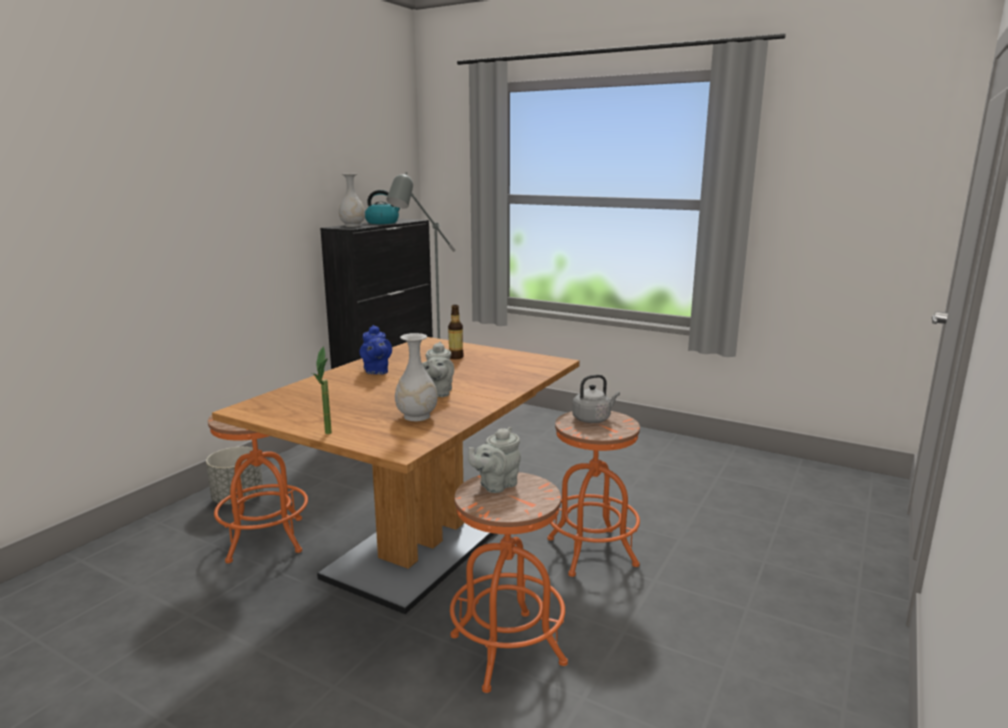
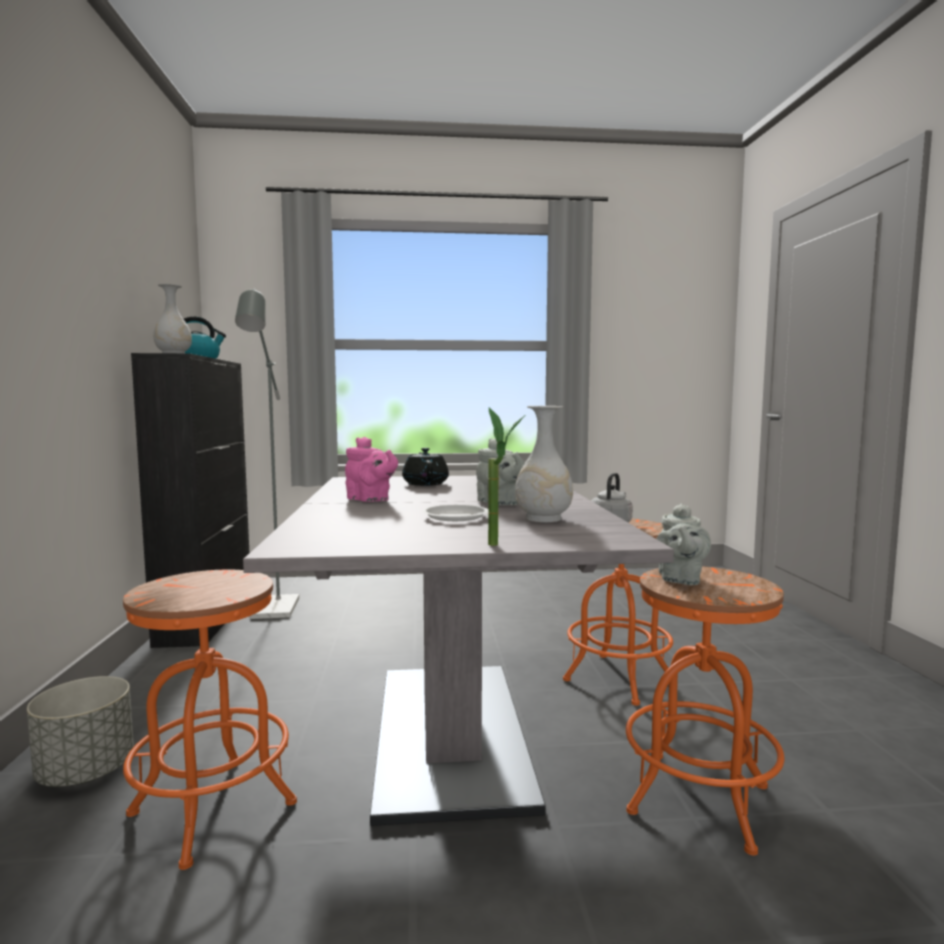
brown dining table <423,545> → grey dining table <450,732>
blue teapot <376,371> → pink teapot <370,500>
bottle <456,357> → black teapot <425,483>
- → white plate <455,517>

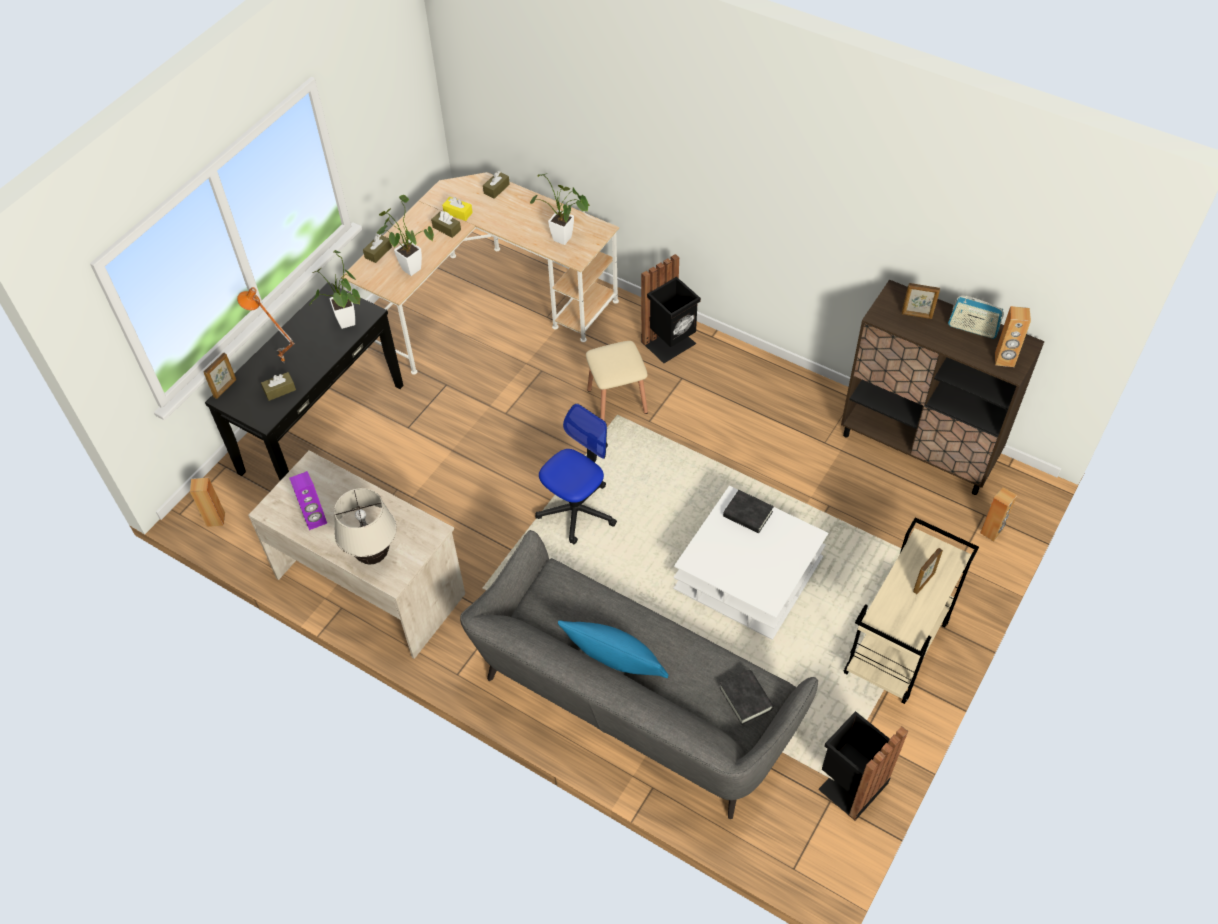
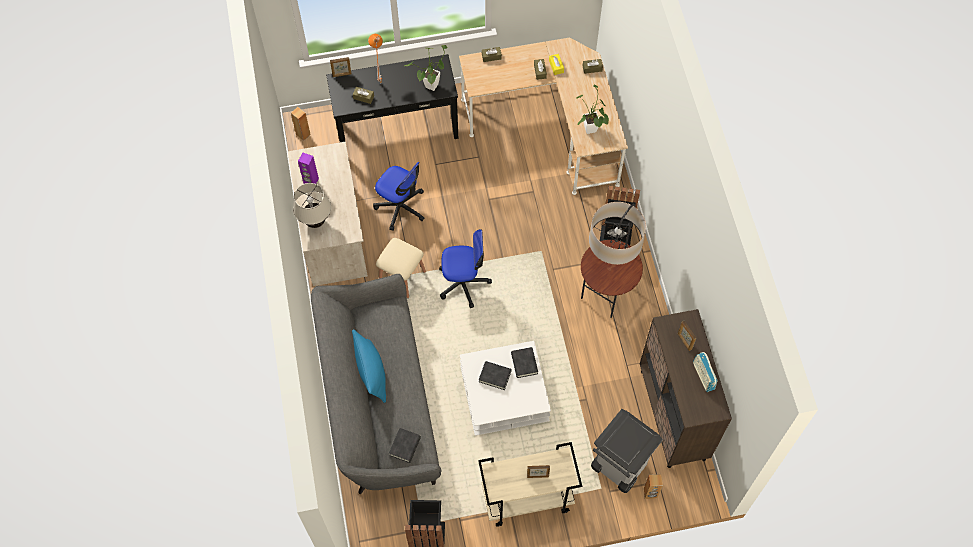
potted plant <408,267> → -
beige stool <617,401> → beige stool <402,277>, relocated
brown speaker <1004,360> → -
- → office chair <401,207>
- → black book <495,376>
- → floor lamp <606,294>
- → grey trash can <618,466>

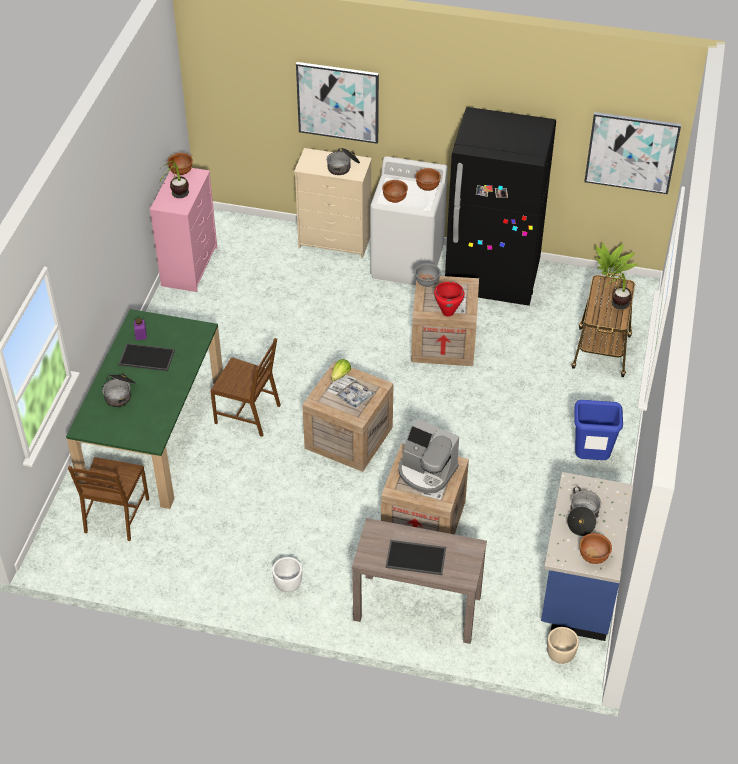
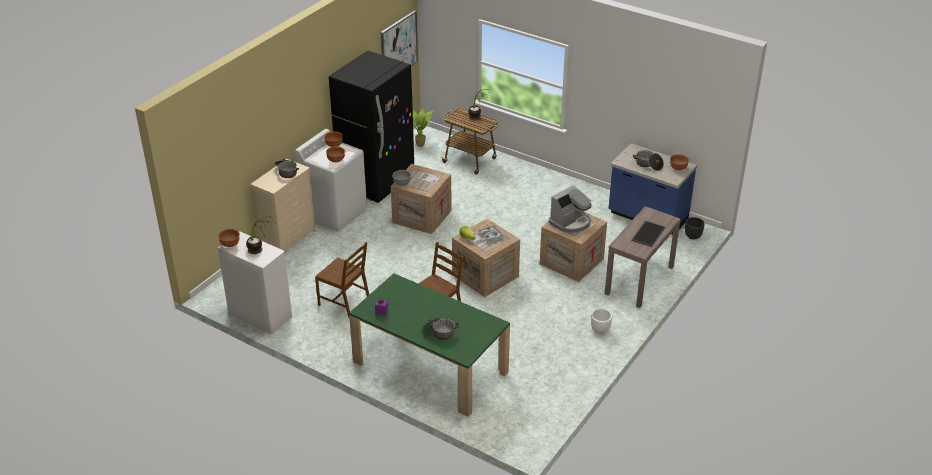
brown chair <116,516> → brown chair <345,302>, relocated
tray <146,358> → -
pink dresser <189,266> → white dresser <259,315>
picture <338,102> → -
red cooking pot <447,312> → -
beige planter <560,655> → black planter <693,236>
blue trash can <590,458> → -

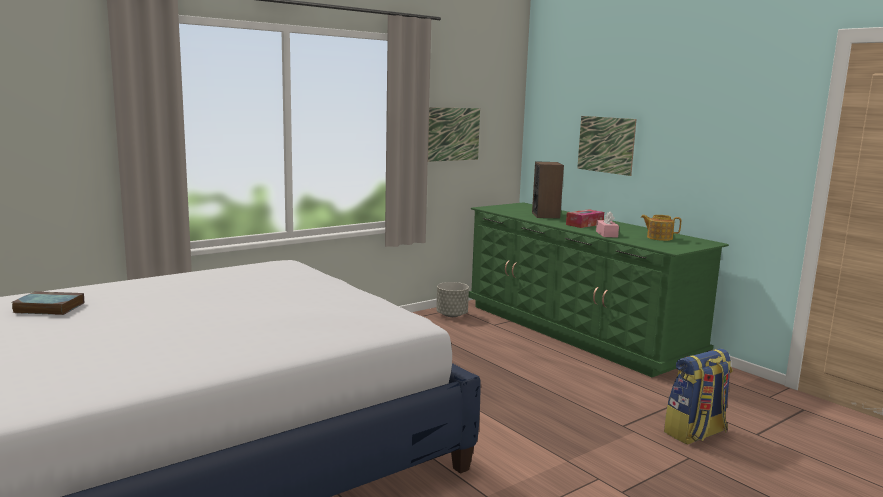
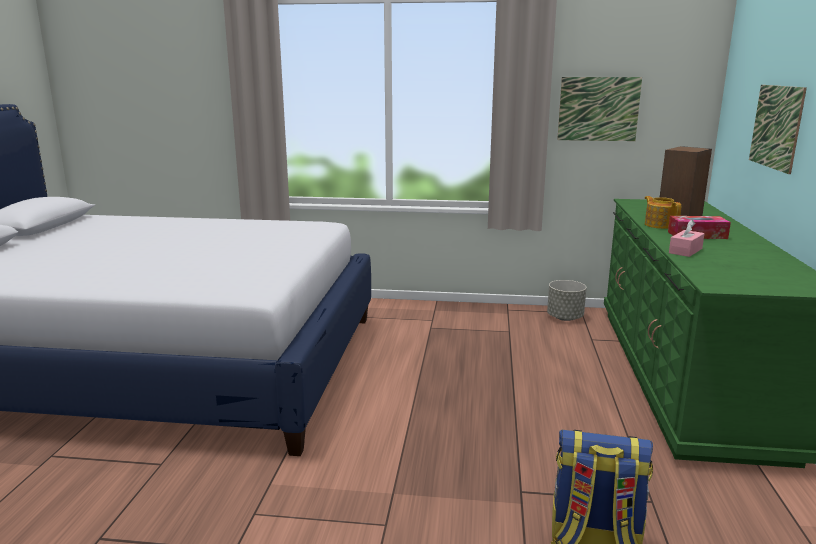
book <47,308> → -
teapot <659,238> → teapot <659,225>, relocated

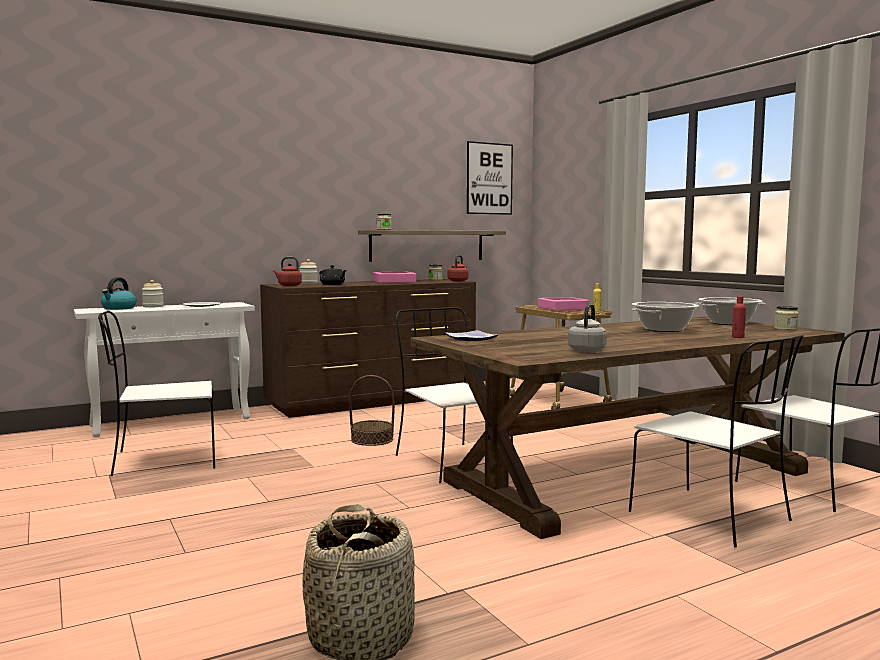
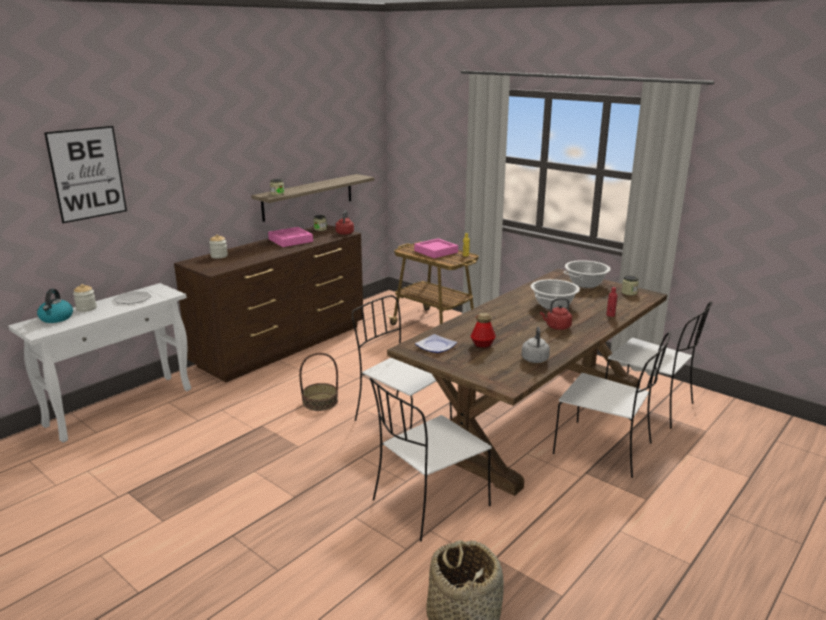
white chair <162,461> → white chair <428,504>, relocated
red kettle <288,285> → red kettle <556,327>, relocated
black teapot <333,284> → -
picture <489,178> → picture <87,173>, relocated
- → bottle <482,344>

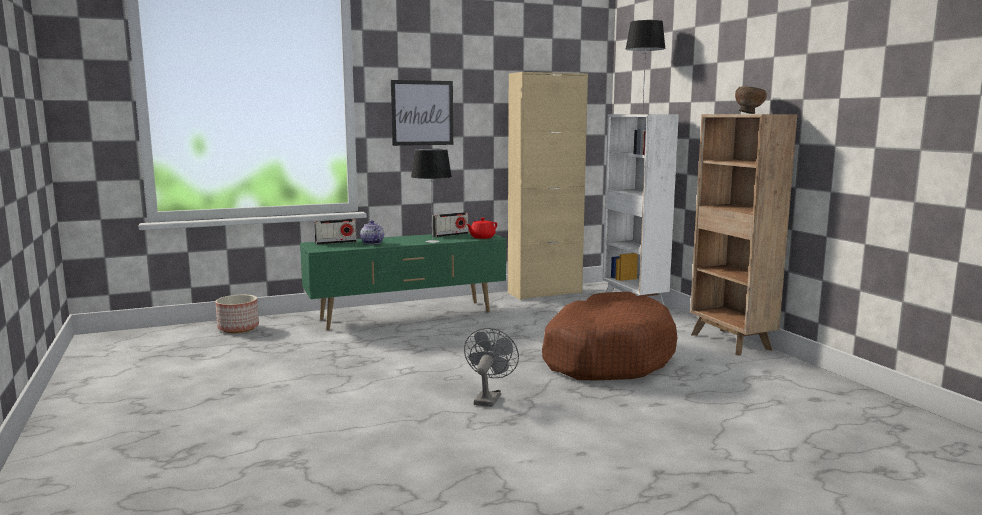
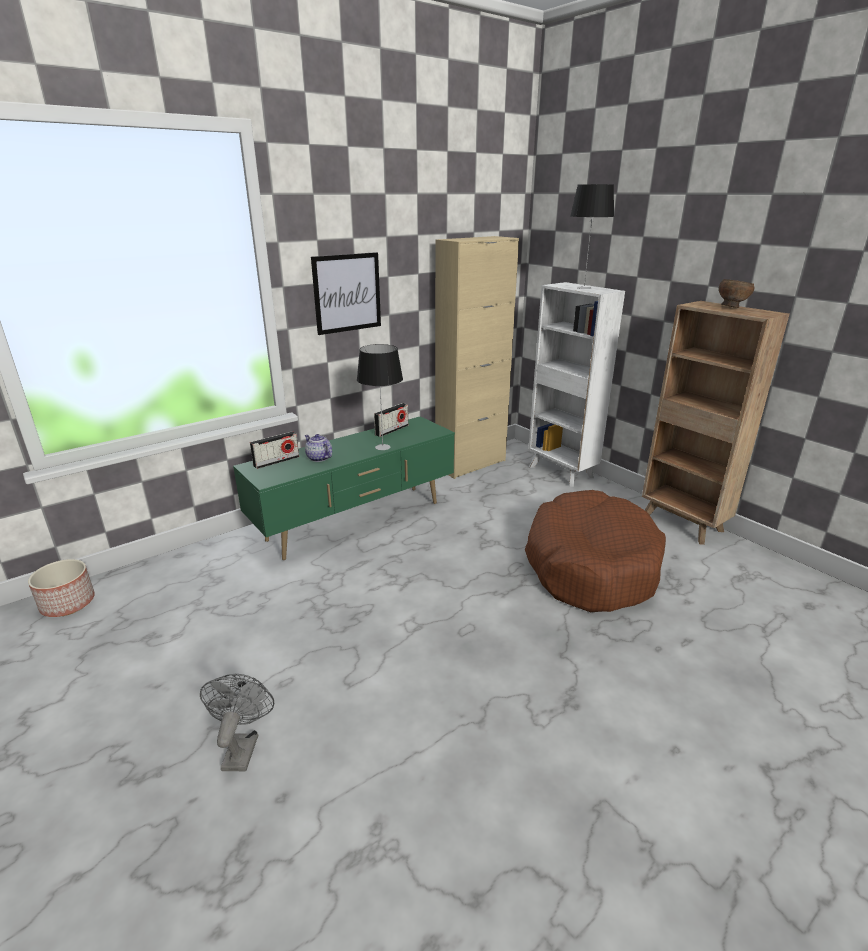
planter <238,328> → planter <68,604>, relocated
grey fan <488,398> → grey fan <242,746>, relocated
red teapot <482,237> → -

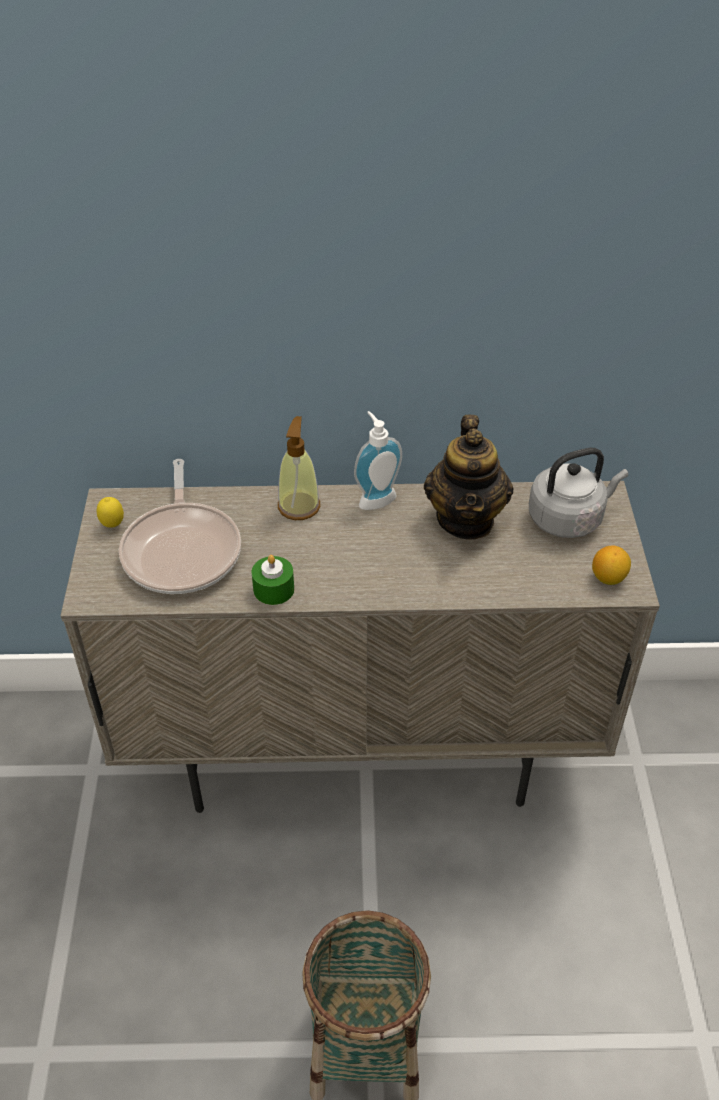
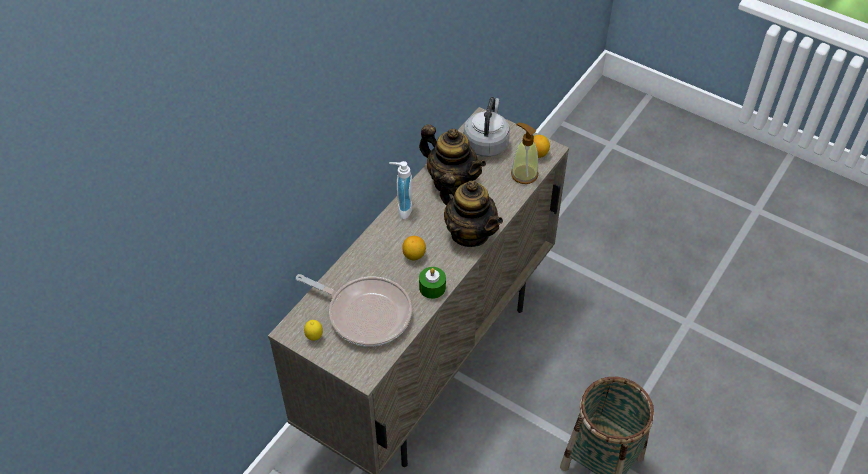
soap dispenser <299,506> → soap dispenser <524,174>, relocated
- → lemon <414,255>
- → teapot <469,233>

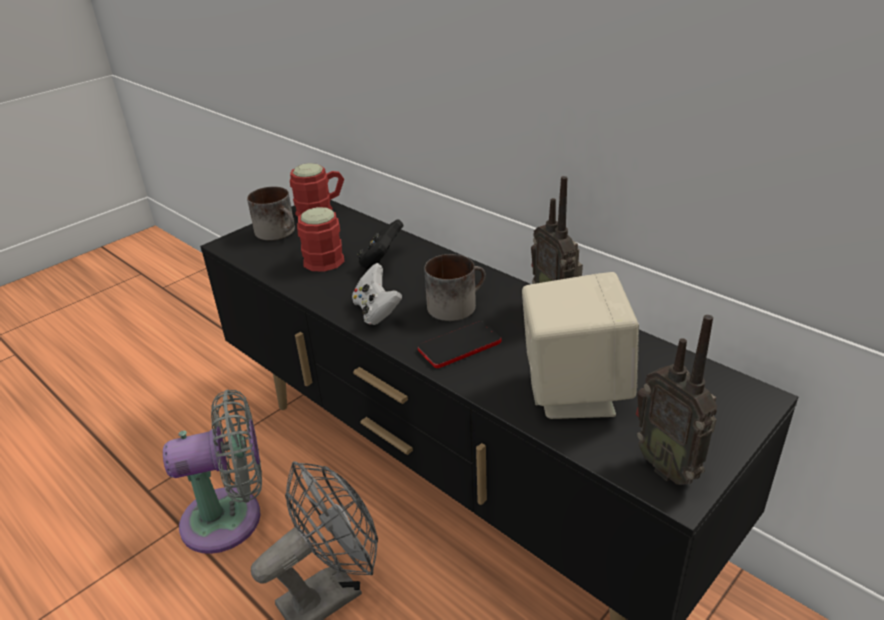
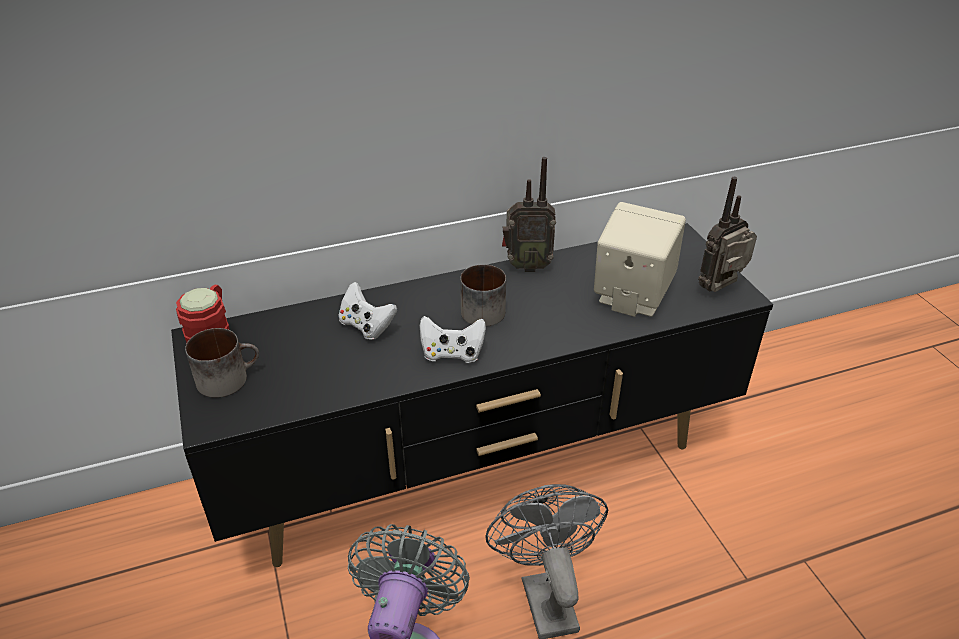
red mug <323,256> → -
black game controller <381,260> → white game controller <366,326>
phone <459,346> → -
radio <669,466> → radio <721,290>, 150 degrees clockwise

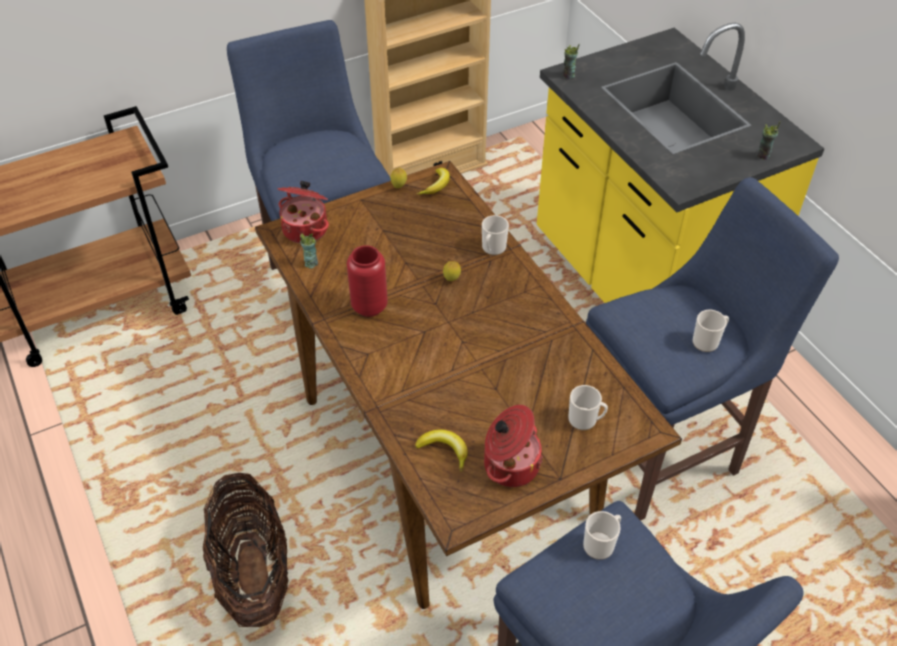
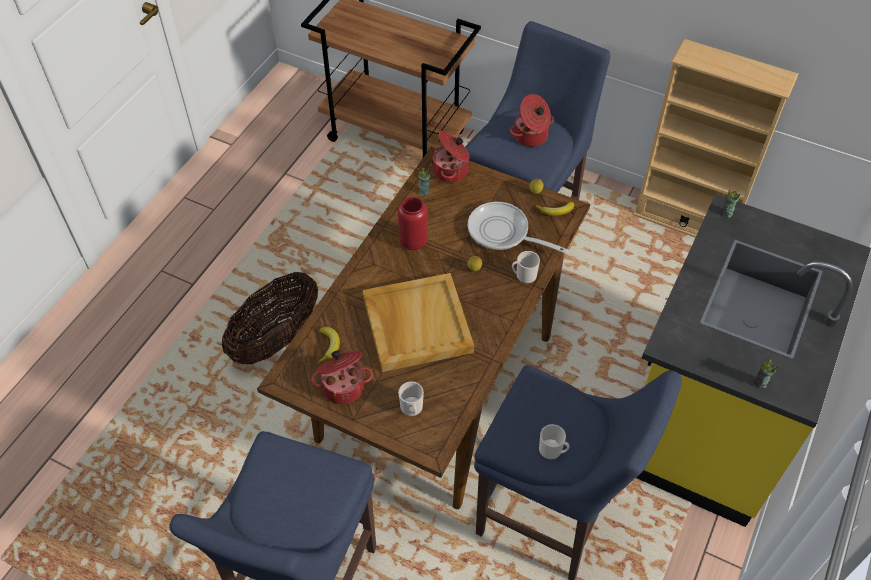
mug <601,544> → -
- → beige tray <416,324>
- → frying pan <503,233>
- → cooking pot <531,137>

